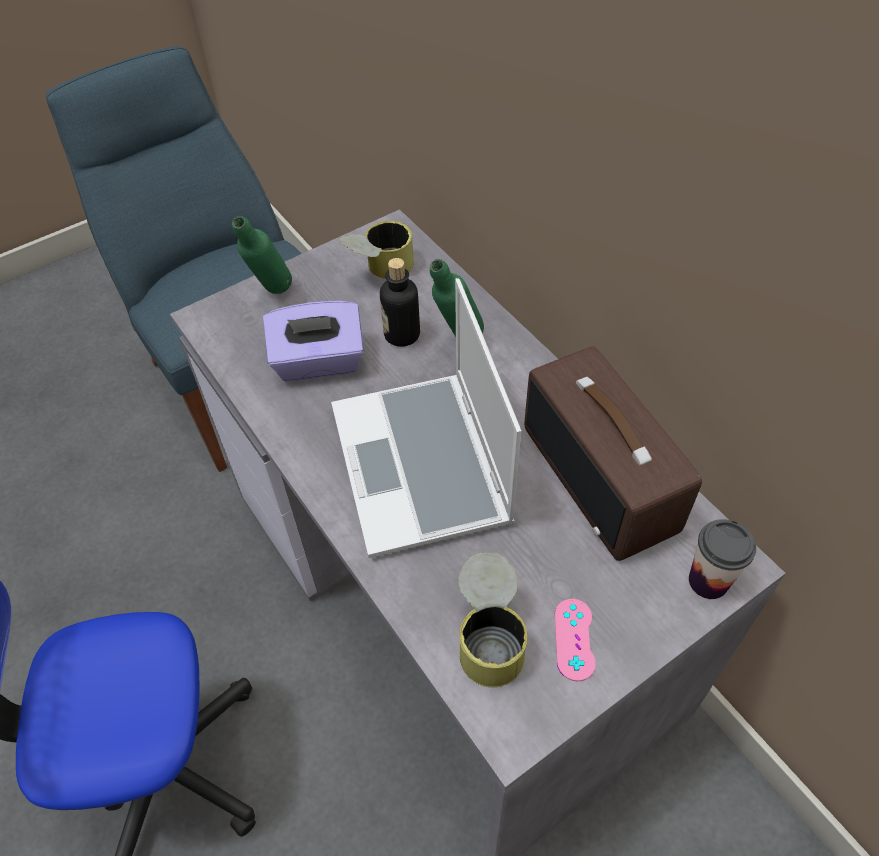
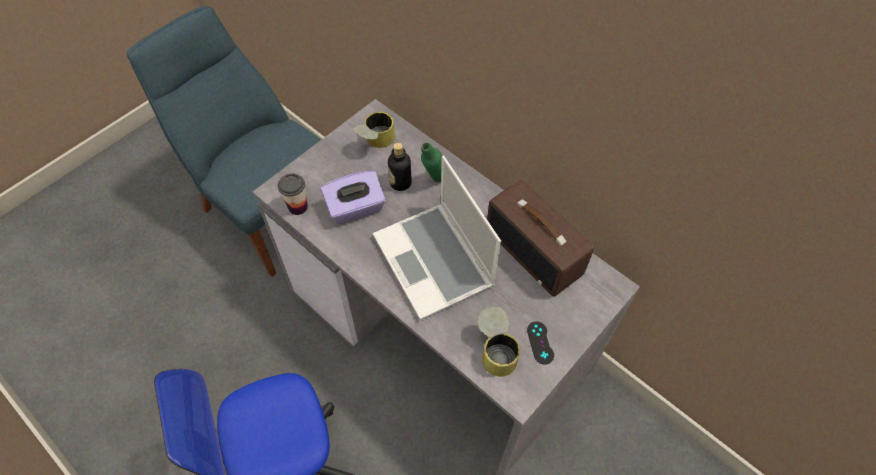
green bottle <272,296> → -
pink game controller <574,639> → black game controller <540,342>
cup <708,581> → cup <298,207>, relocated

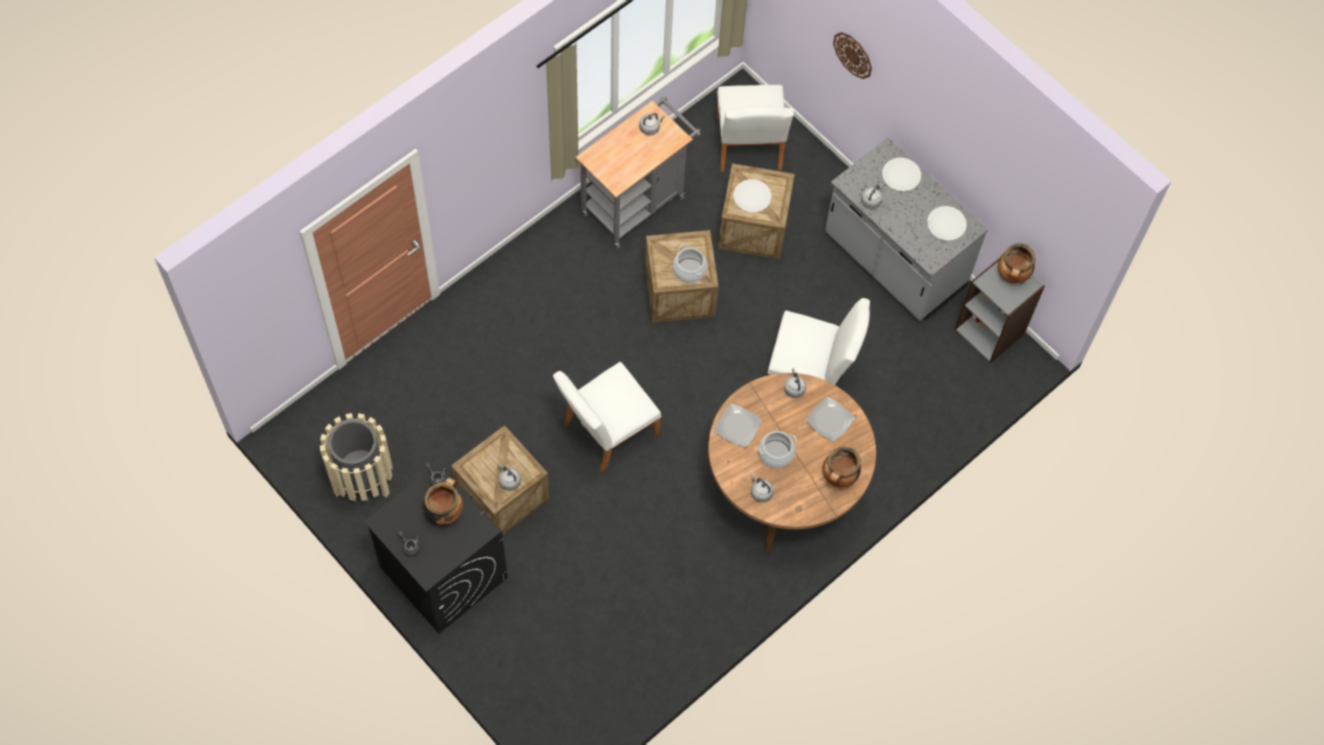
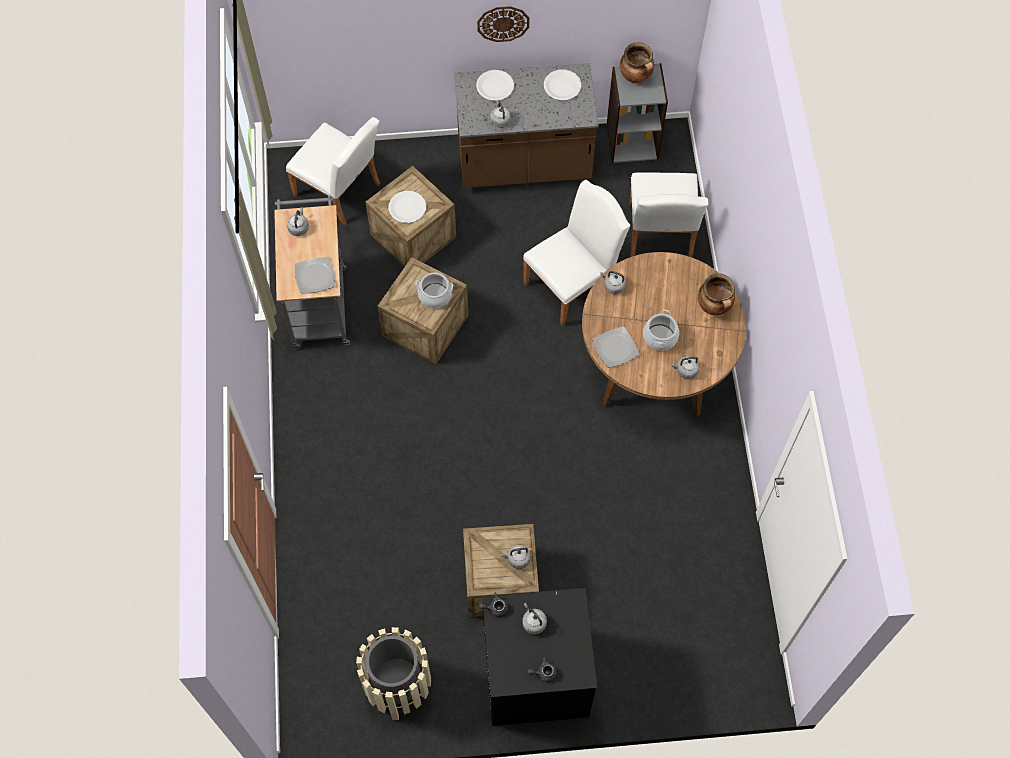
cooking pot <444,512> → grey kettle <533,622>
white chair <605,432> → white chair <660,235>, relocated
plate <830,419> → plate <314,276>, relocated
grey counter <893,263> → brown counter <524,164>
wall clock <853,55> → wall clock <503,23>, relocated

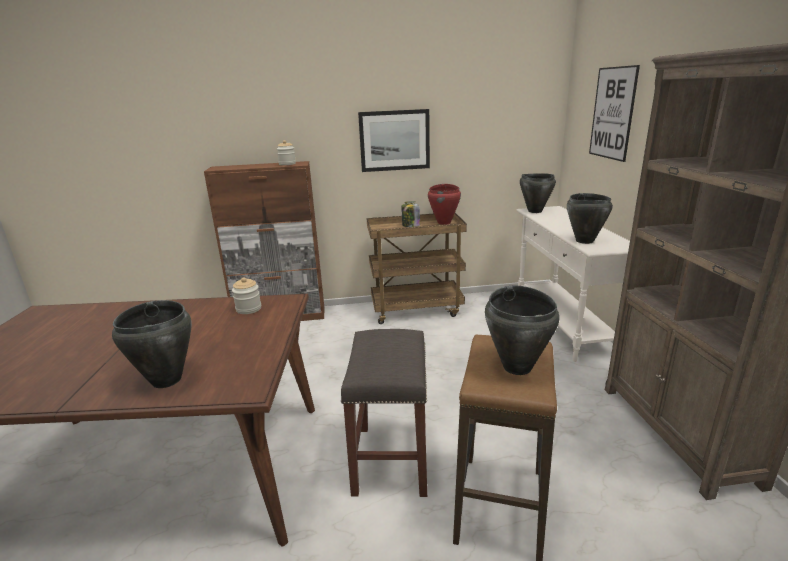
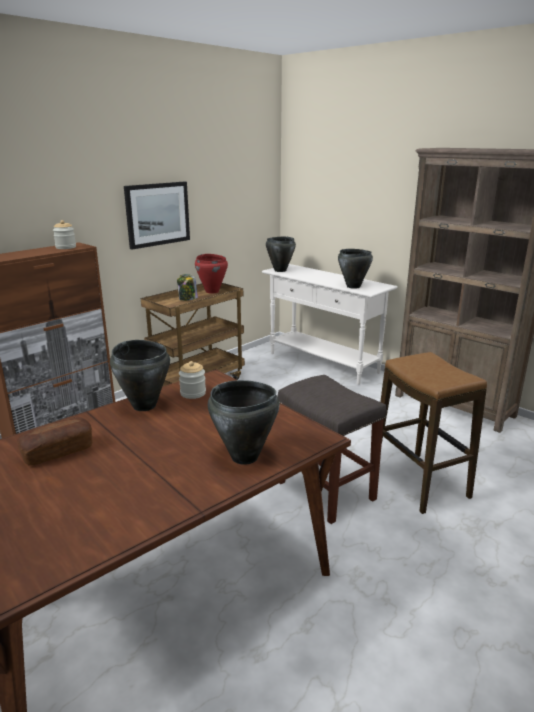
black cooking pot <517,367> → black cooking pot <144,405>, relocated
picture <612,113> → -
- → bread <58,452>

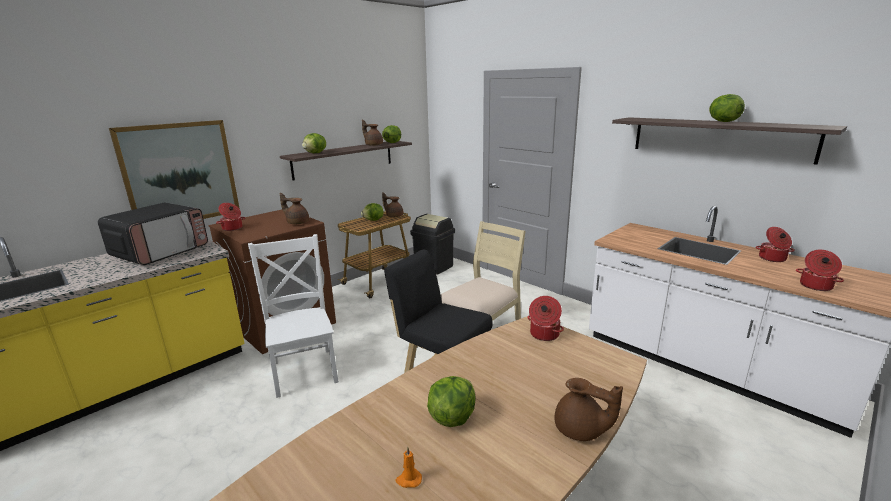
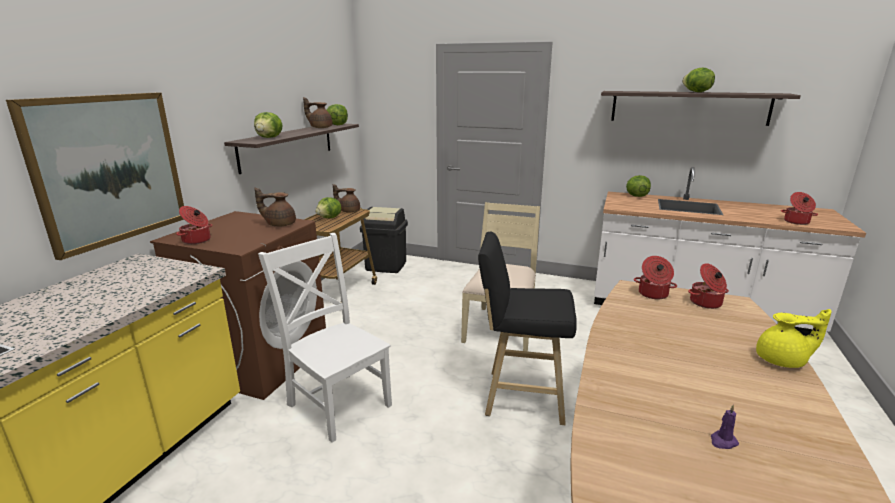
microwave <161,251> → -
orange candle <408,480> → purple candle <723,441>
lettuce <452,417> → lettuce <636,196>, relocated
brown teapot <580,430> → yellow teapot <782,361>
cooking pot <772,258> → cooking pot <706,303>, relocated

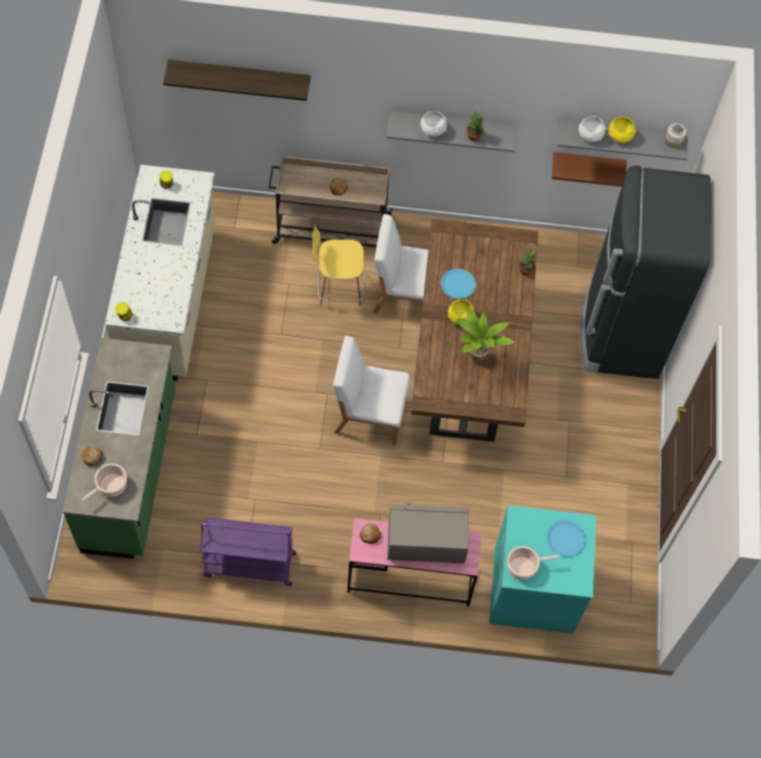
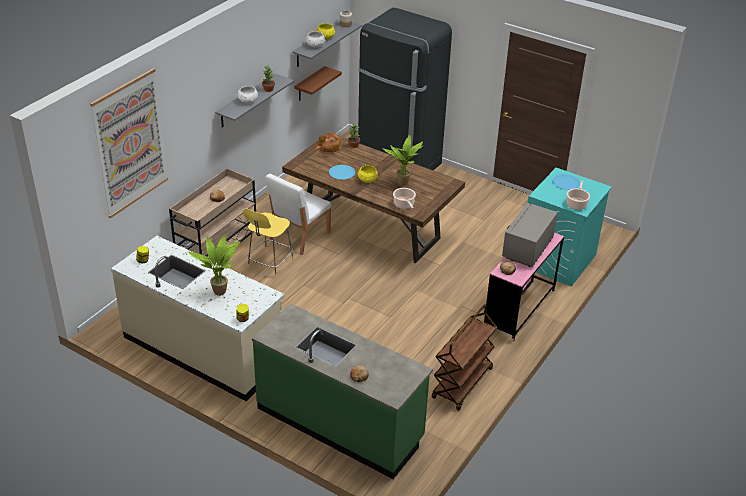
cooking pot <110,486> → cooking pot <404,205>, relocated
shelf <240,76> → picture <130,143>
purple cart <249,565> → brown cart <462,384>
white chair <369,414> → -
- → potted plant <220,291>
- → bread <328,147>

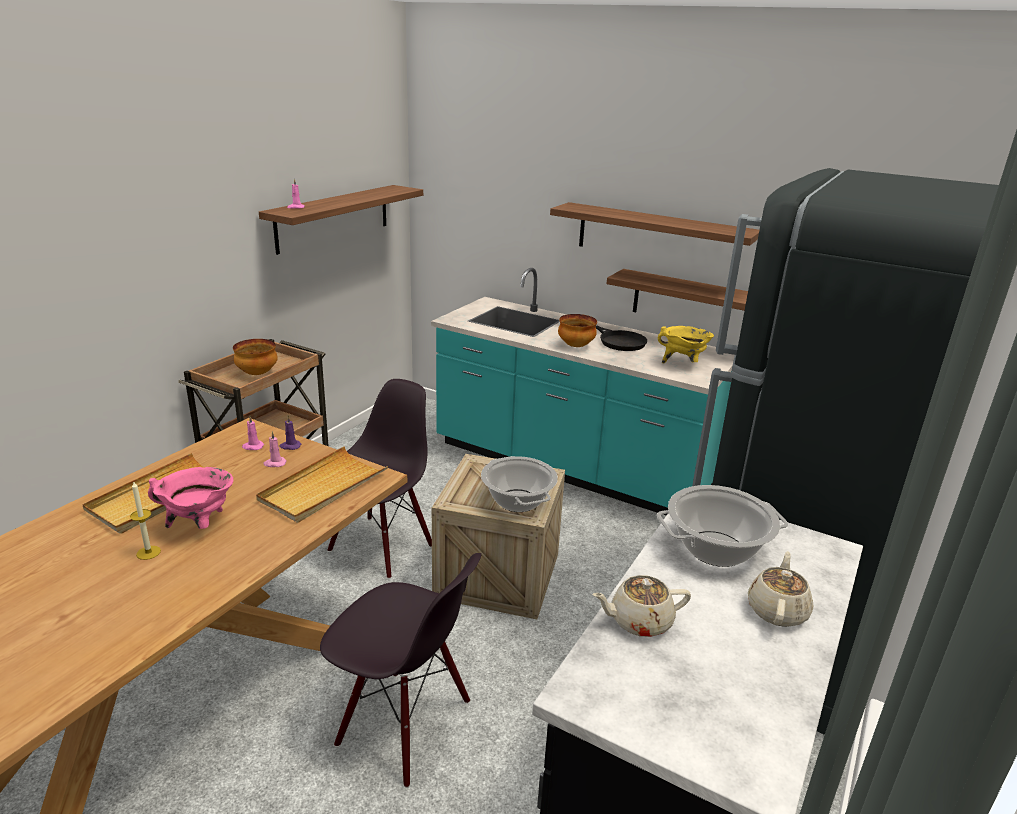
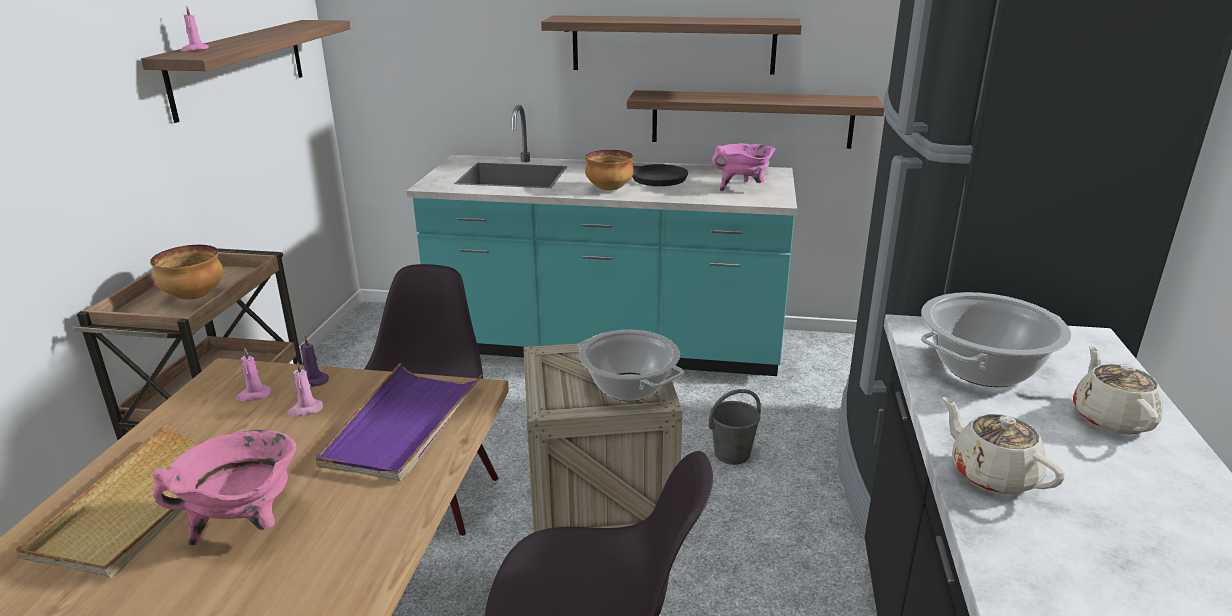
candle <148,552> → -
beige tray <323,488> → purple tray <403,425>
beige teapot <639,621> → beige teapot <992,474>, 90 degrees clockwise
yellow cooking pot <683,364> → pink cooking pot <743,188>
- → grey bucket <732,454>

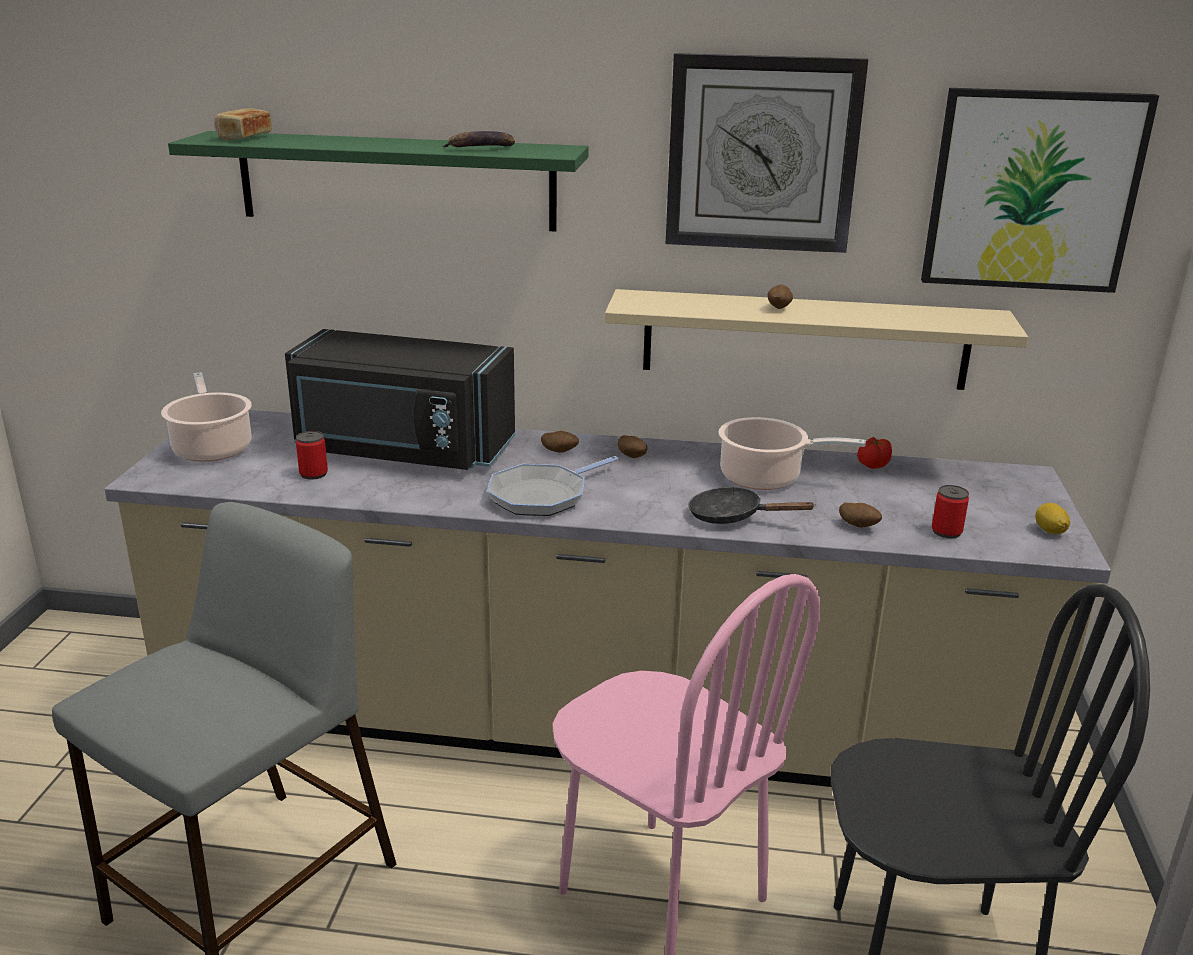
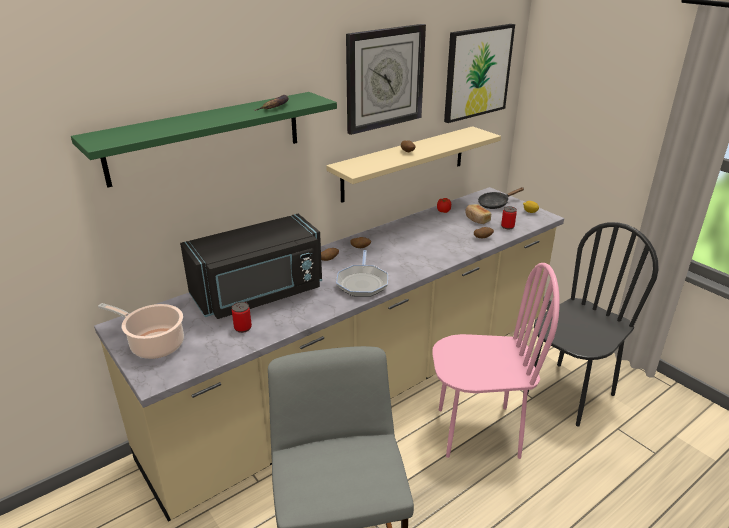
bread <243,138> → bread <477,219>, relocated
black frying pan <732,516> → black frying pan <495,204>, relocated
cooking pot <766,478> → -

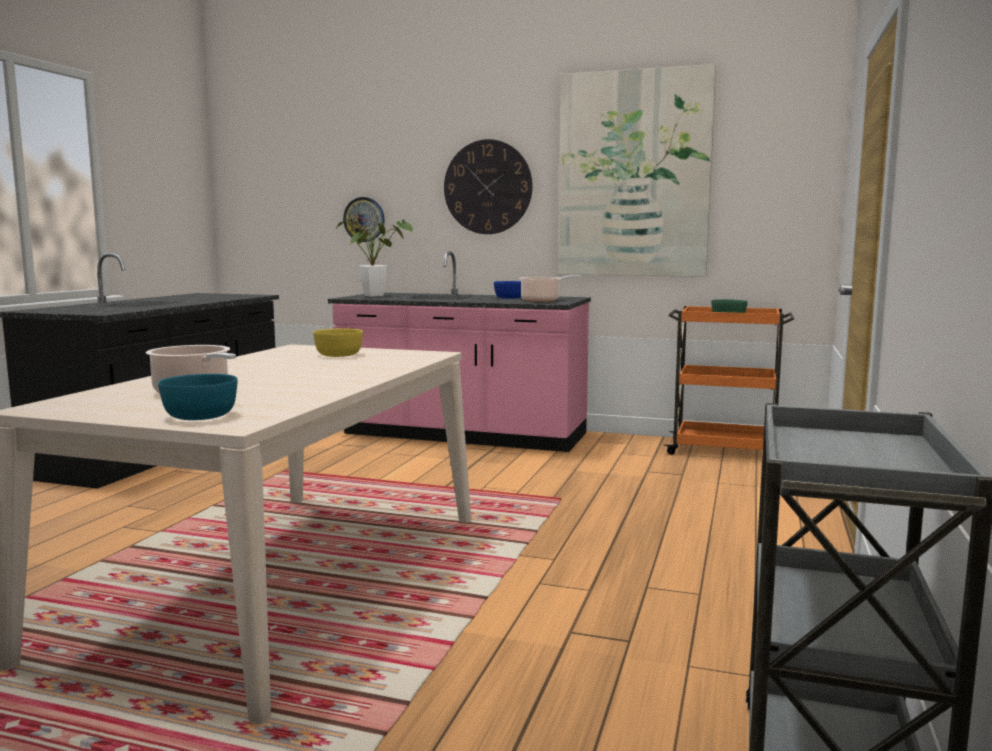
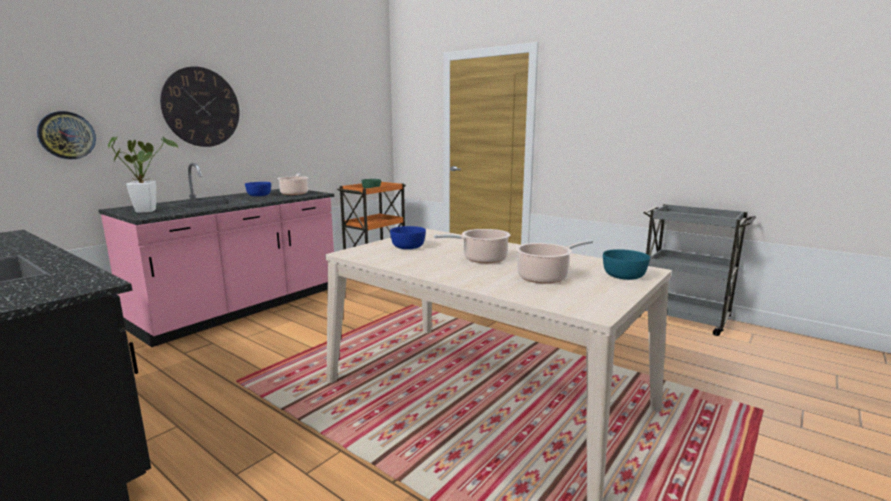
yellow bowl <338,355> → blue bowl <408,247>
picture <633,174> → -
- → cooking pot <482,259>

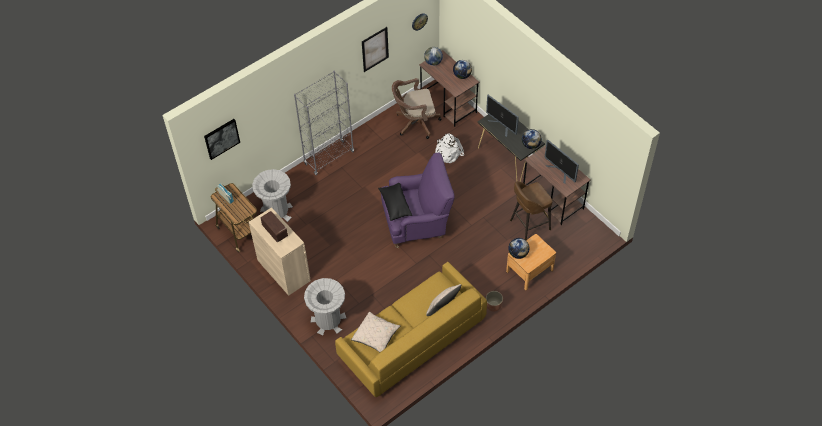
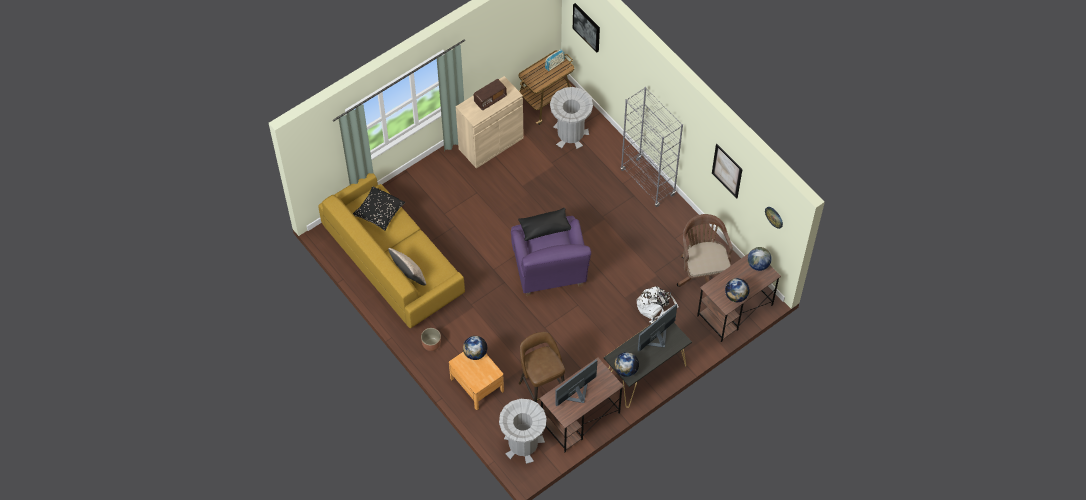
grey trash can <328,320> → grey trash can <523,444>, relocated
beige pillow <376,336> → black pillow <379,212>

